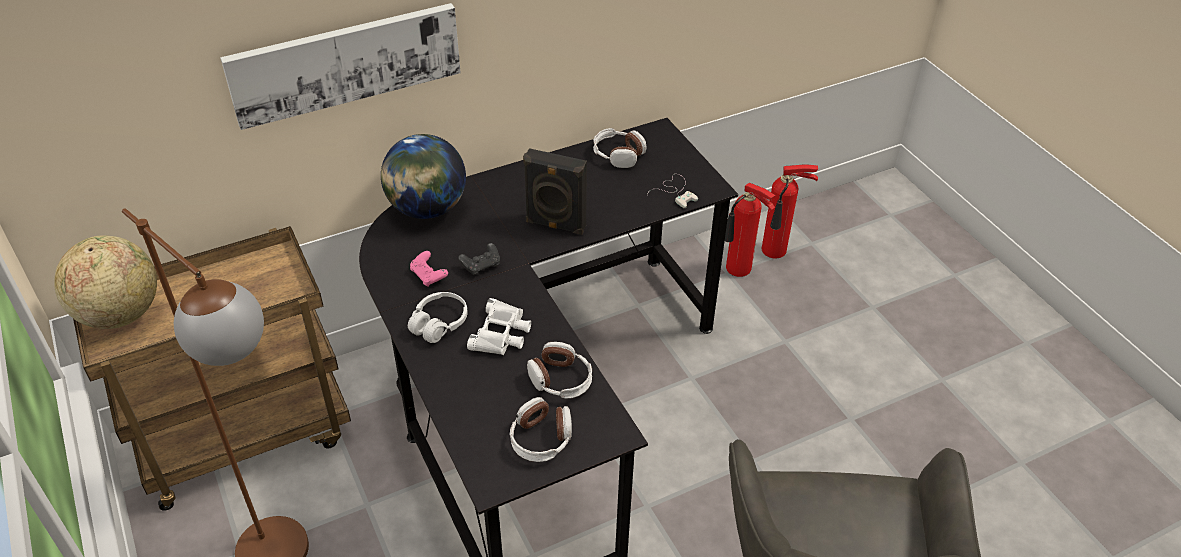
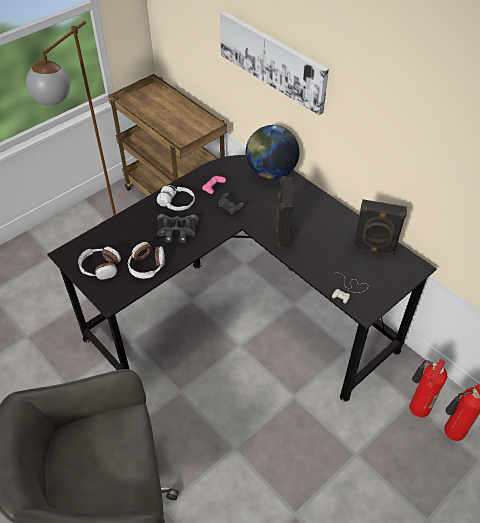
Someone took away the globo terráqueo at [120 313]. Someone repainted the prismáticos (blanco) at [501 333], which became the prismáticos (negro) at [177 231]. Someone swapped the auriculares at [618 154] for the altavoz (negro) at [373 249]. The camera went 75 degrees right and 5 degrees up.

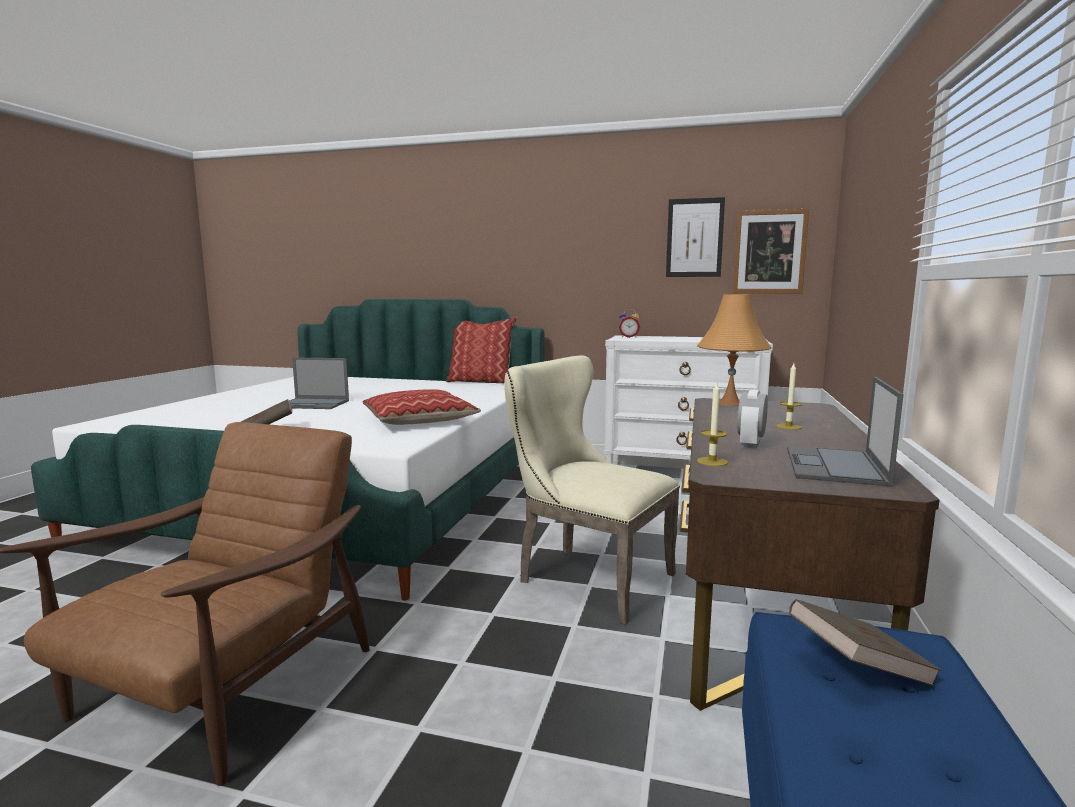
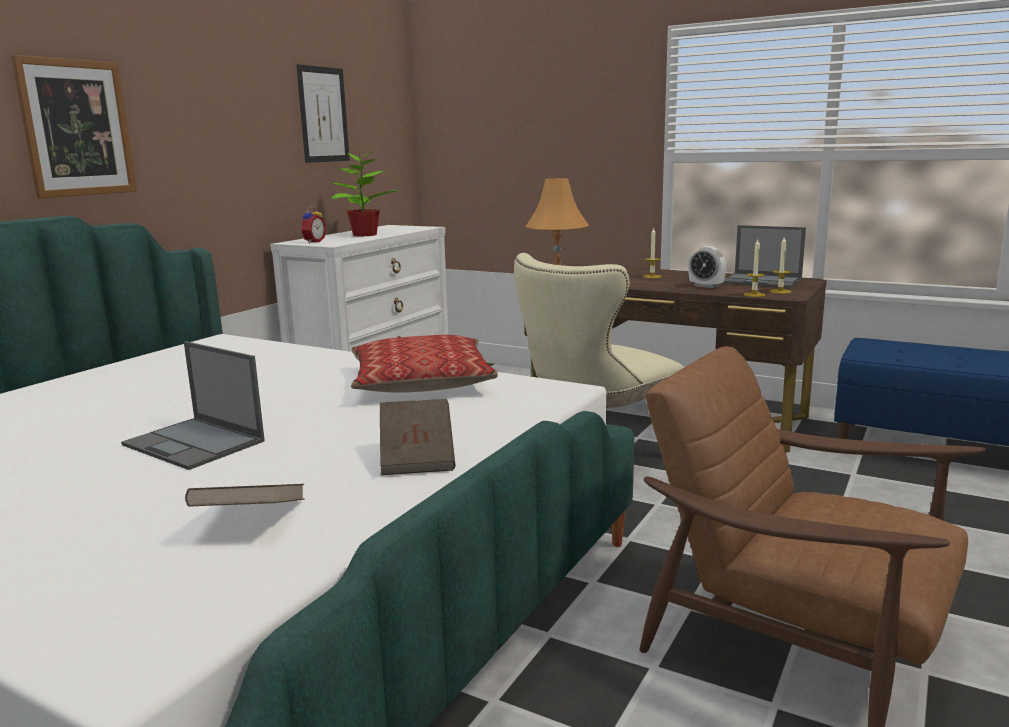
Someone rotated the portátil at [314 404] by 105 degrees clockwise. Someone took away the cojín at [481 381]. Someone carried the cuadro from [769 252] to [77 128]. Someone carried the libro (marrón) from [858 667] to [251 521]. Someone put down the planta en maceta at [364 235]. Someone put down the vela at [780 291]. The camera went 75 degrees left and 5 degrees up.

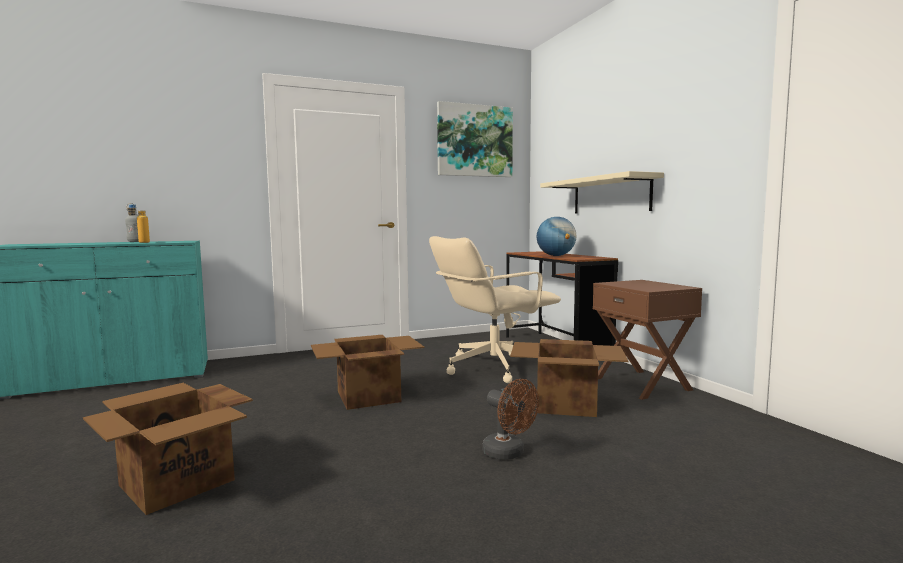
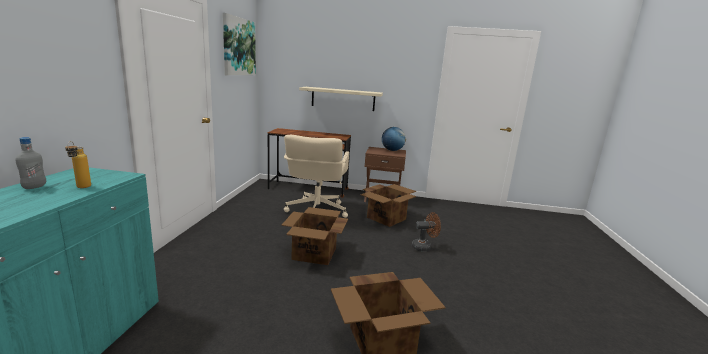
Someone carried the globo terráqueo from [556 256] to [392 150]. The camera went 60 degrees left and 10 degrees up.

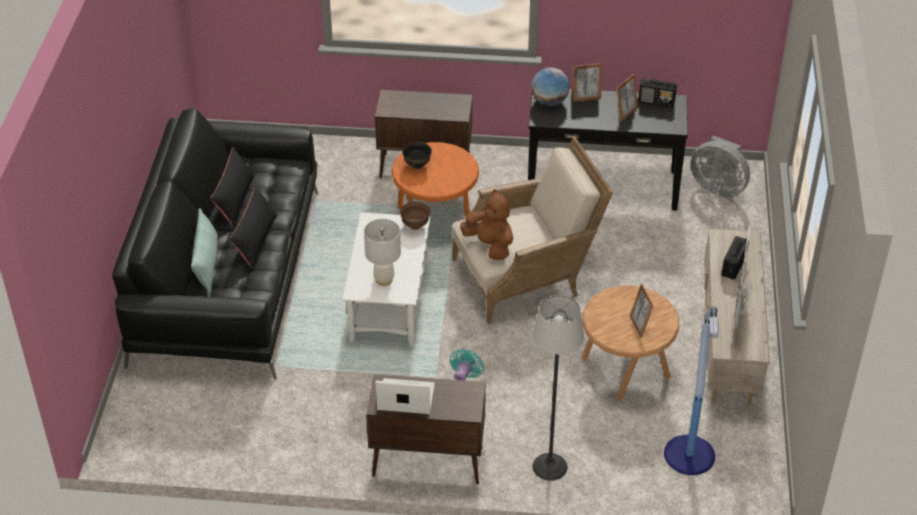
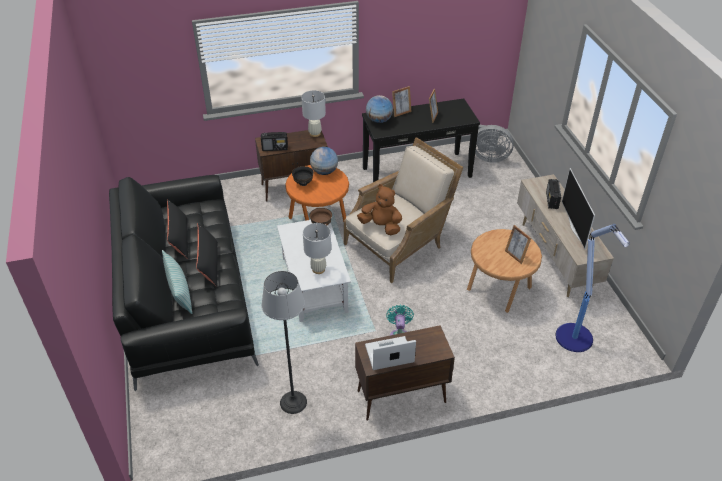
Someone carried the lámpara de pie from [549 466] to [293 402]. Someone carried the radio from [657 102] to [275 148]. Someone put down the lámpara de mesa (blanco) at [315 133]. Someone put down the globo terráqueo at [324 172]. The camera went 20 degrees left and 0 degrees up.

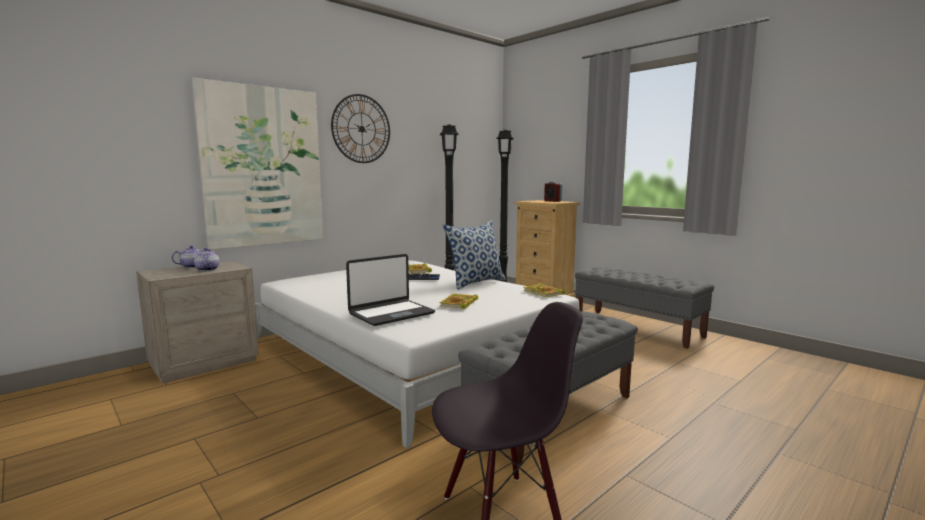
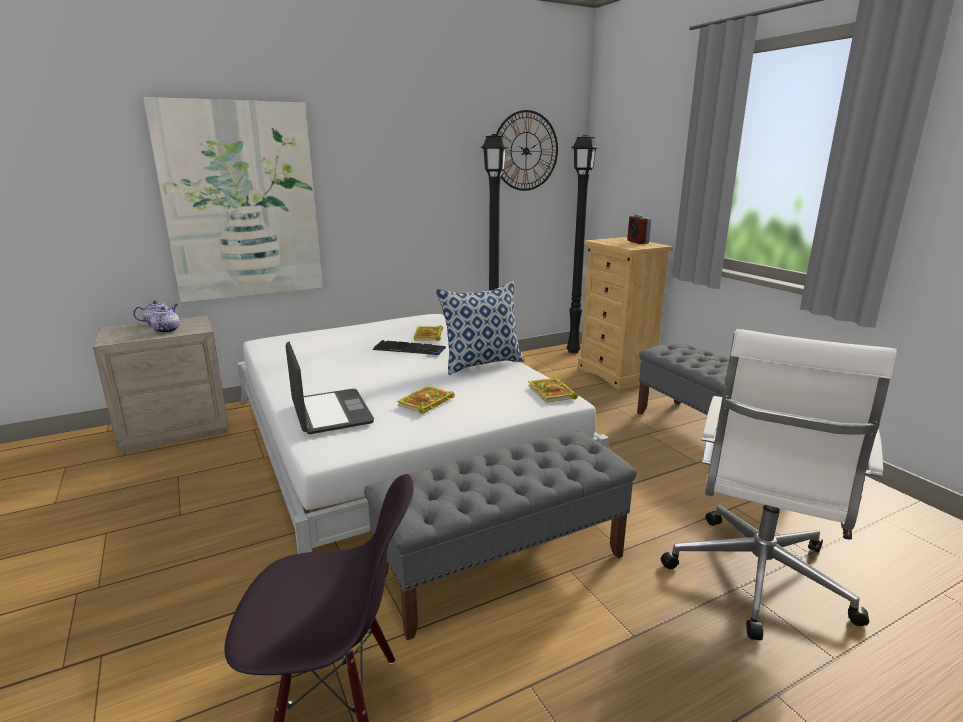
Someone carried the reloj de pared from [361 129] to [526 151]. Someone rotated the portátil at [391 313] by 90 degrees counterclockwise. Someone put down the silla de oficina (blanco) at [756 580]. The camera went 15 degrees right and 10 degrees up.

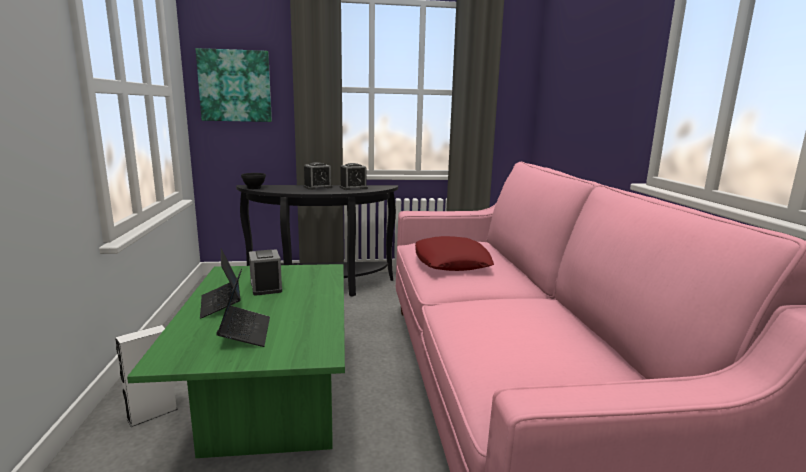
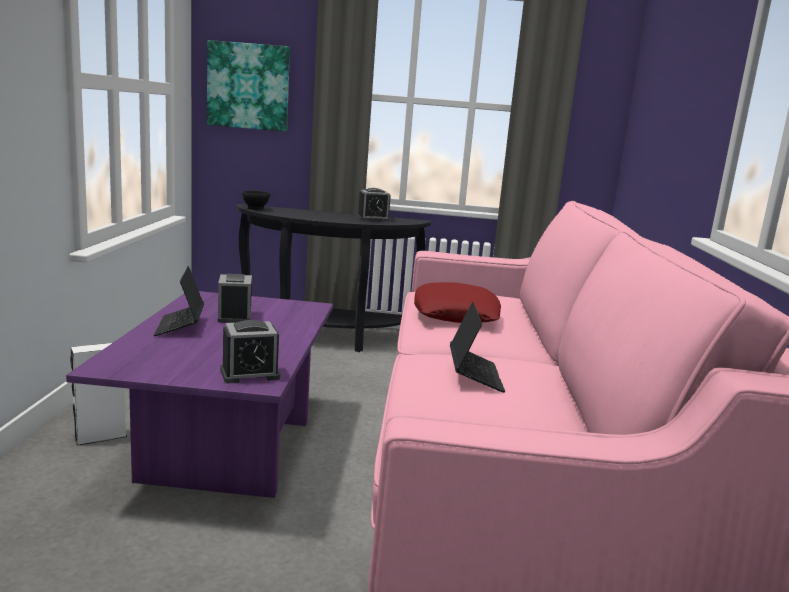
Someone repainted the mesa de centro (verde) at [270 405], which became the mesa de centro (morado) at [223 447]. Someone carried the portátil from [245 332] to [474 375]. Someone carried the despertador from [318 187] to [250 374]. The camera went 10 degrees right and 0 degrees up.

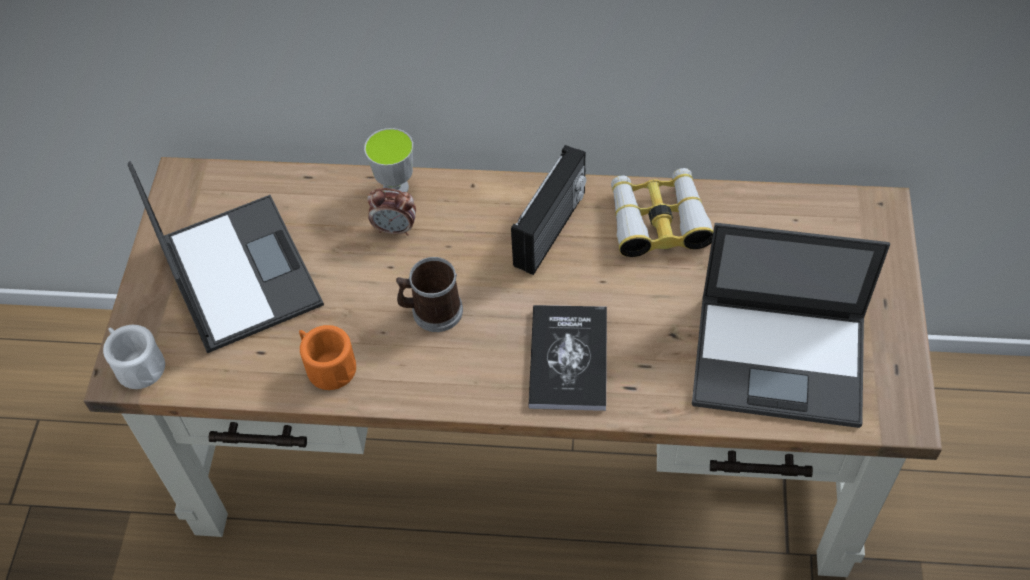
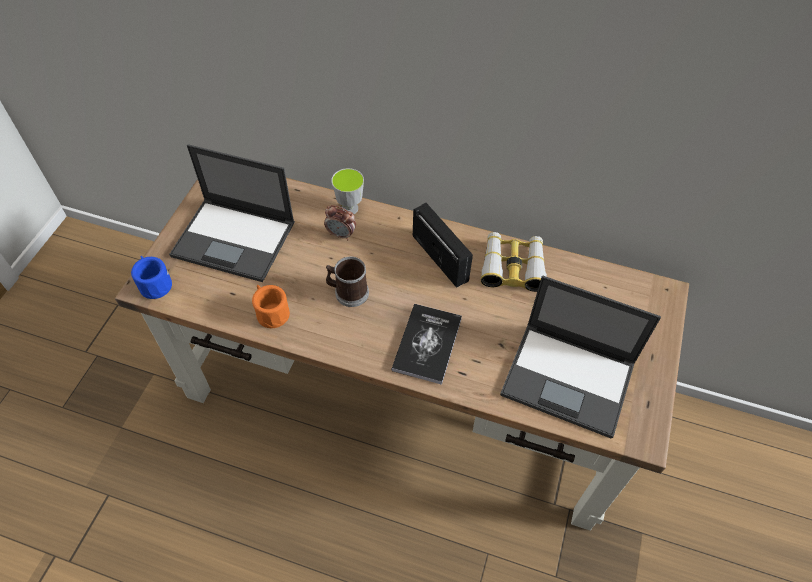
Someone repainted the taza grande (blanco) at [137 365], which became the taza grande (azul) at [154 283]. Someone rotated the portátil at [239 272] by 120 degrees clockwise. Someone rotated the radio at [552 230] by 75 degrees counterclockwise. The camera went 10 degrees right and 0 degrees up.

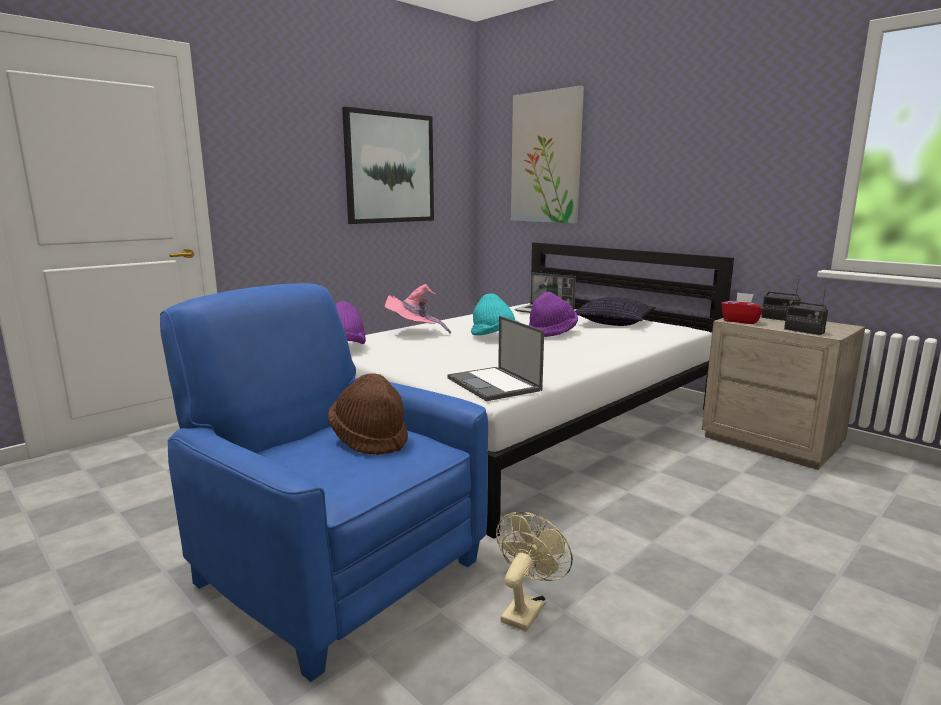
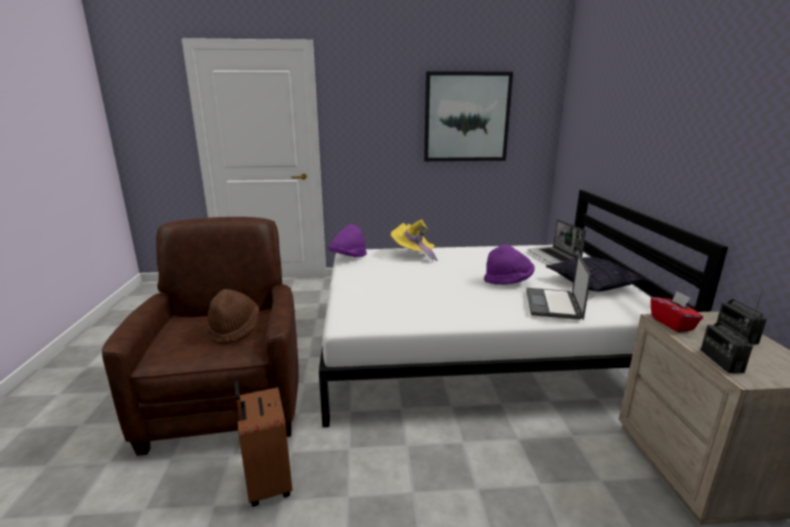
Someone repainted the sillón (azul) at [335 570], which became the sillón (marrón) at [227 401]. Someone repainted the sombrero (rosa) at [414 333], which became the sombrero (amarillo) at [413 255]. Someone carried the portátil from [494 384] to [553 304]. Someone took away the sombrero (turquesa) at [494 337]. Someone swapped the ventilador (beis) at [526 608] for the maleta (marrón) at [267 484]. Someone took away the cuadro at [546 158]. The camera went 40 degrees right and 5 degrees up.

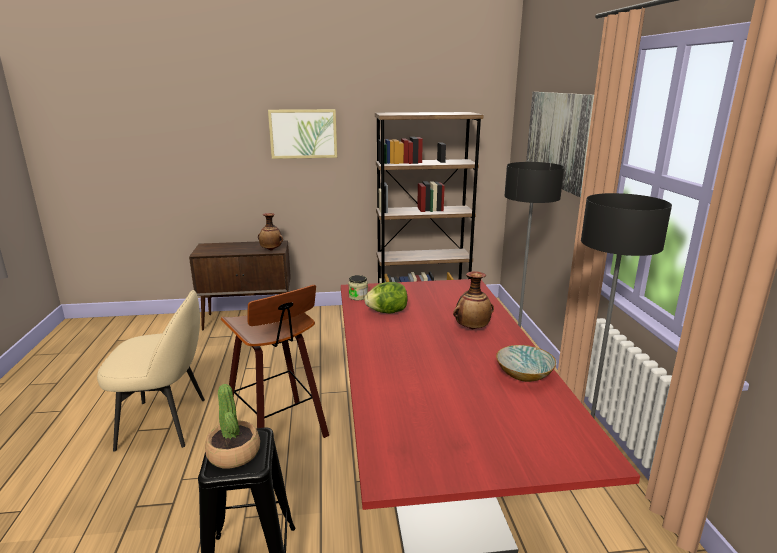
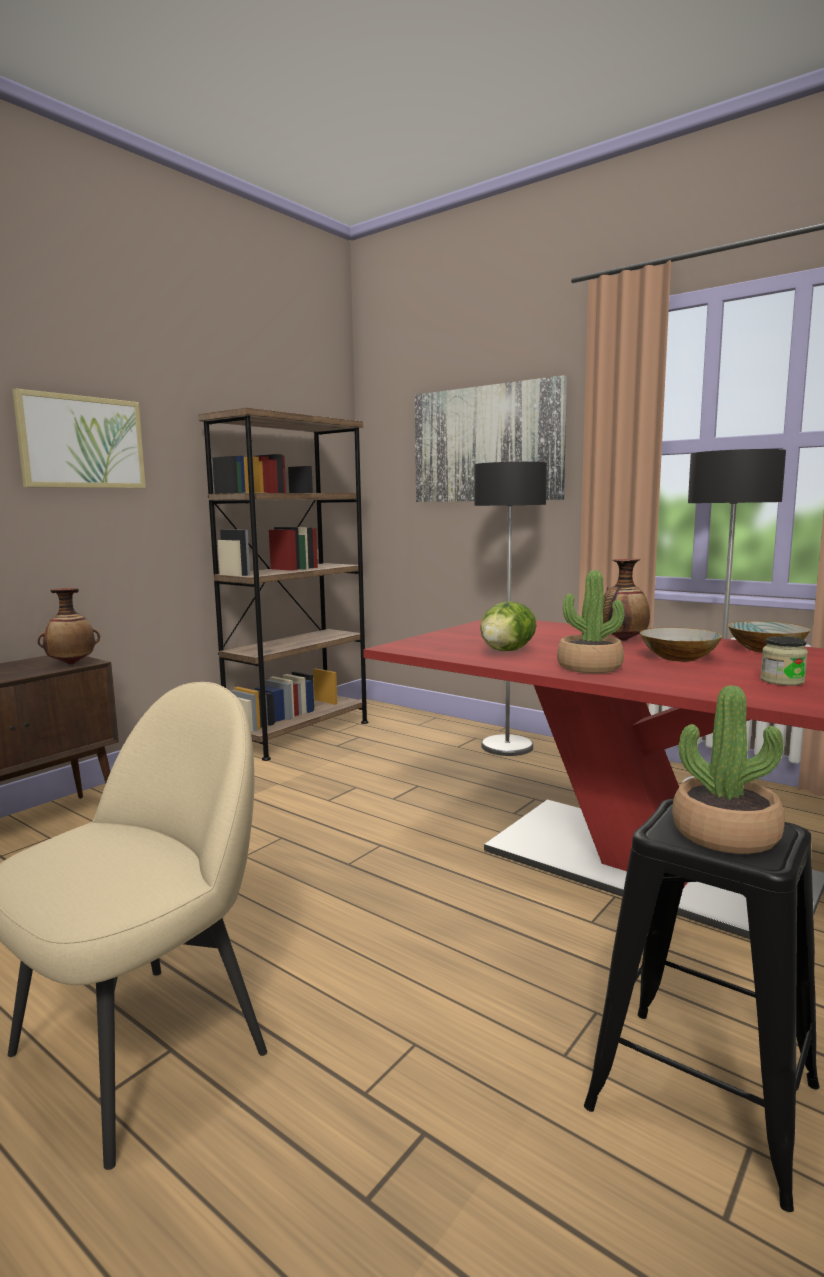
Someone took away the taburete at [280 434]. Someone carried the tarro from [358 297] to [782 681]. Someone put down the planta en maceta at [589 667]. Someone put down the cuenco at [678 658]. The camera went 45 degrees left and 10 degrees down.

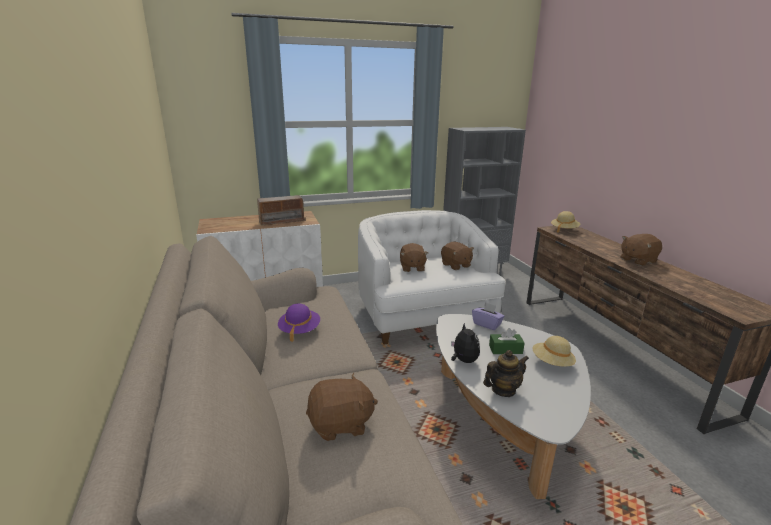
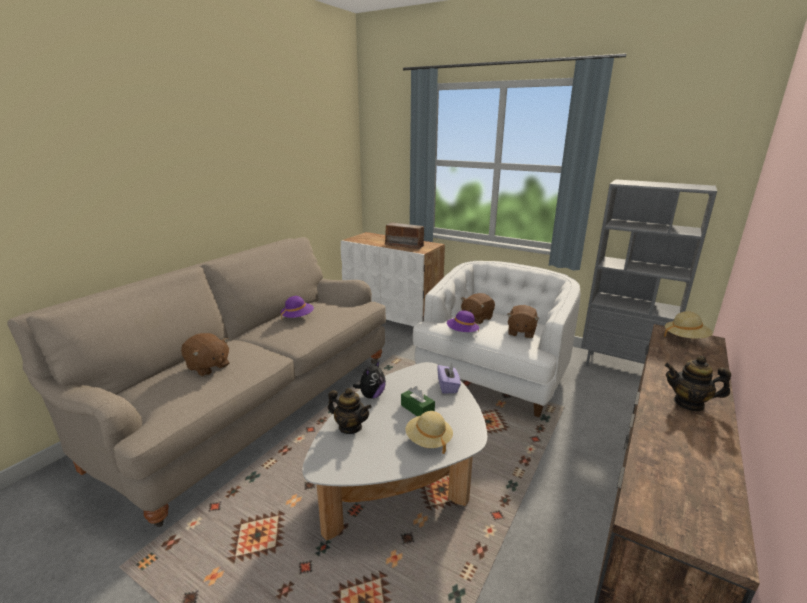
Someone swapped the peluche (marrón) at [637 260] for the tetera at [689 403]. Someone put down the sombrero (morado) at [462 332]. The camera went 50 degrees right and 0 degrees up.

